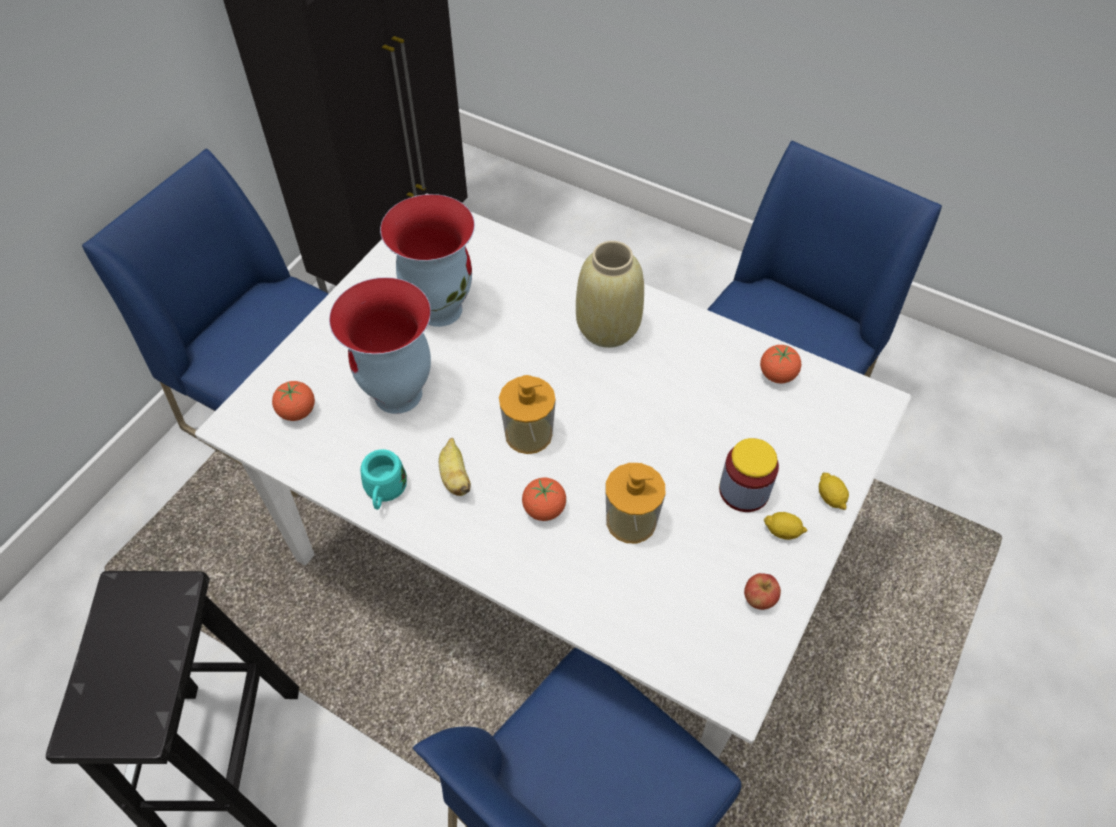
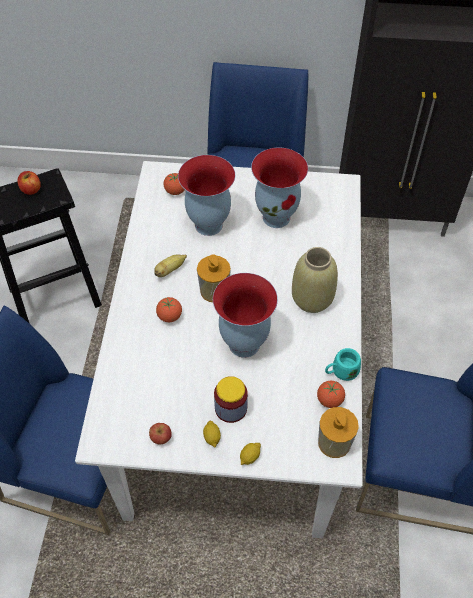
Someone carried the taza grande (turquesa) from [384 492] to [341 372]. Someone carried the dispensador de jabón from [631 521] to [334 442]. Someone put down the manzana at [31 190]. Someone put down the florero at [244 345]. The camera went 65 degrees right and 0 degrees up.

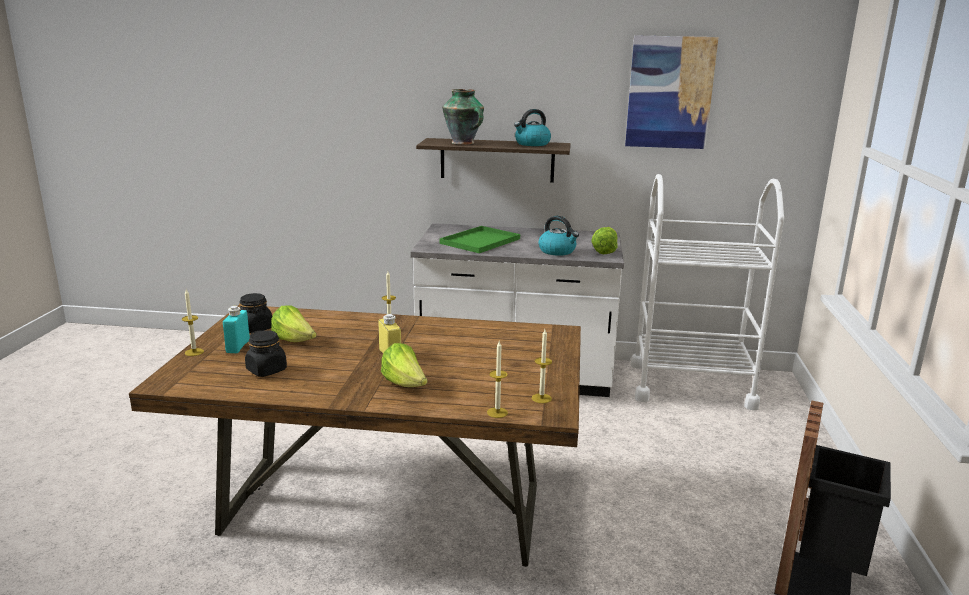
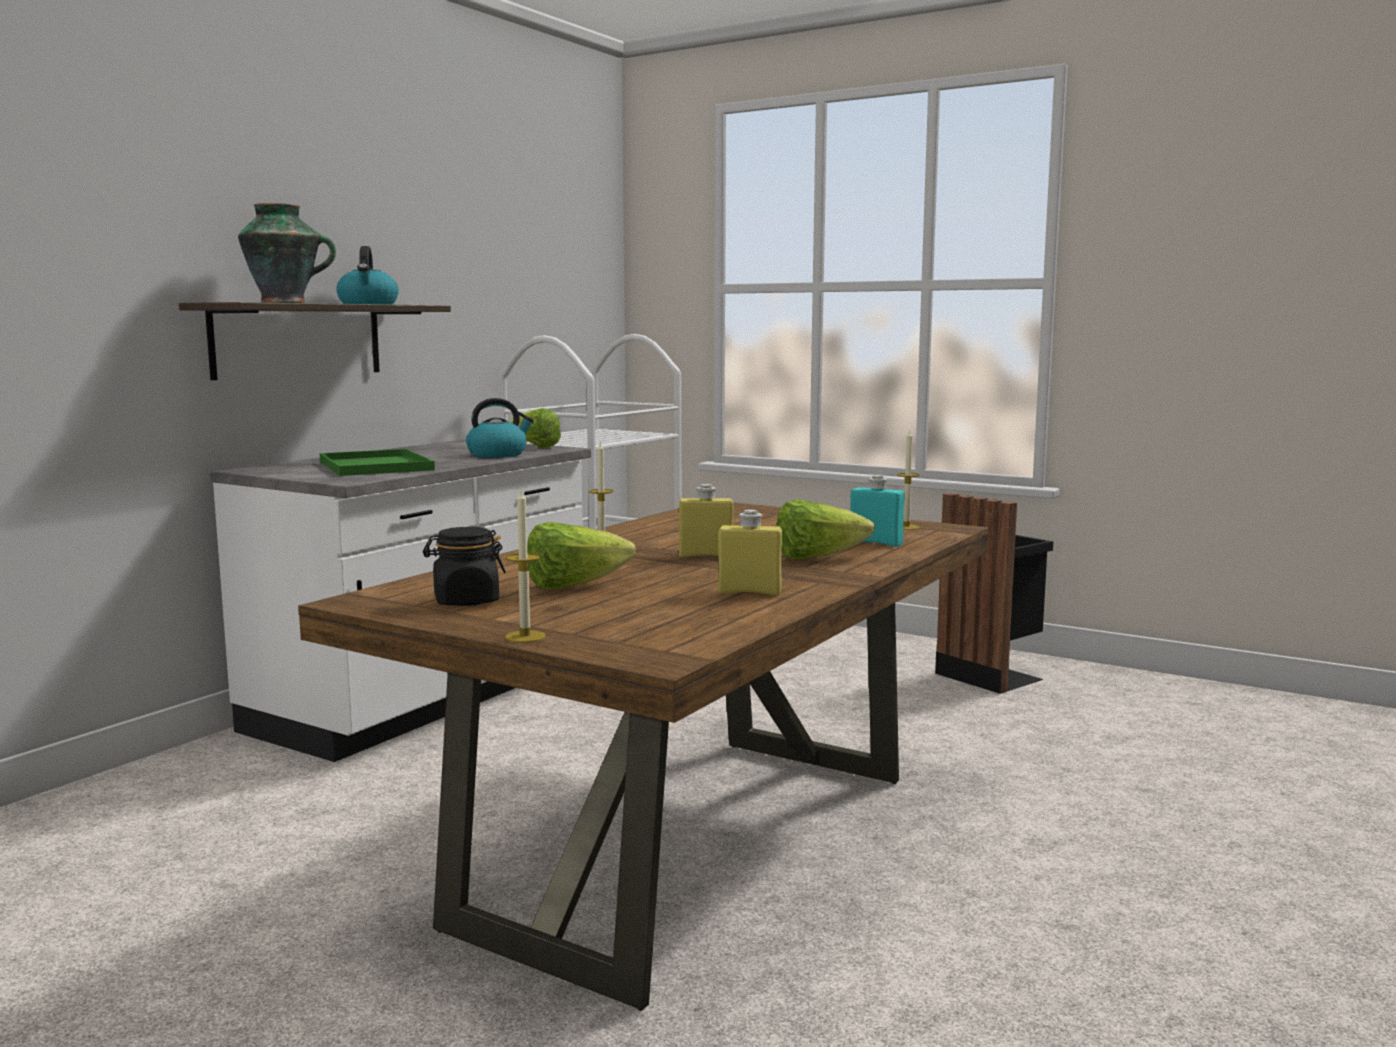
Someone carried the botella (turquesa) from [238 346] to [876 543]. Someone took away the tarro (negro) at [267 370]. Someone took away the vela at [497 412]. Someone took away the cuadro at [670 92]. Someone put down the botella (amarillo) at [749 592]. The camera went 65 degrees left and 10 degrees down.

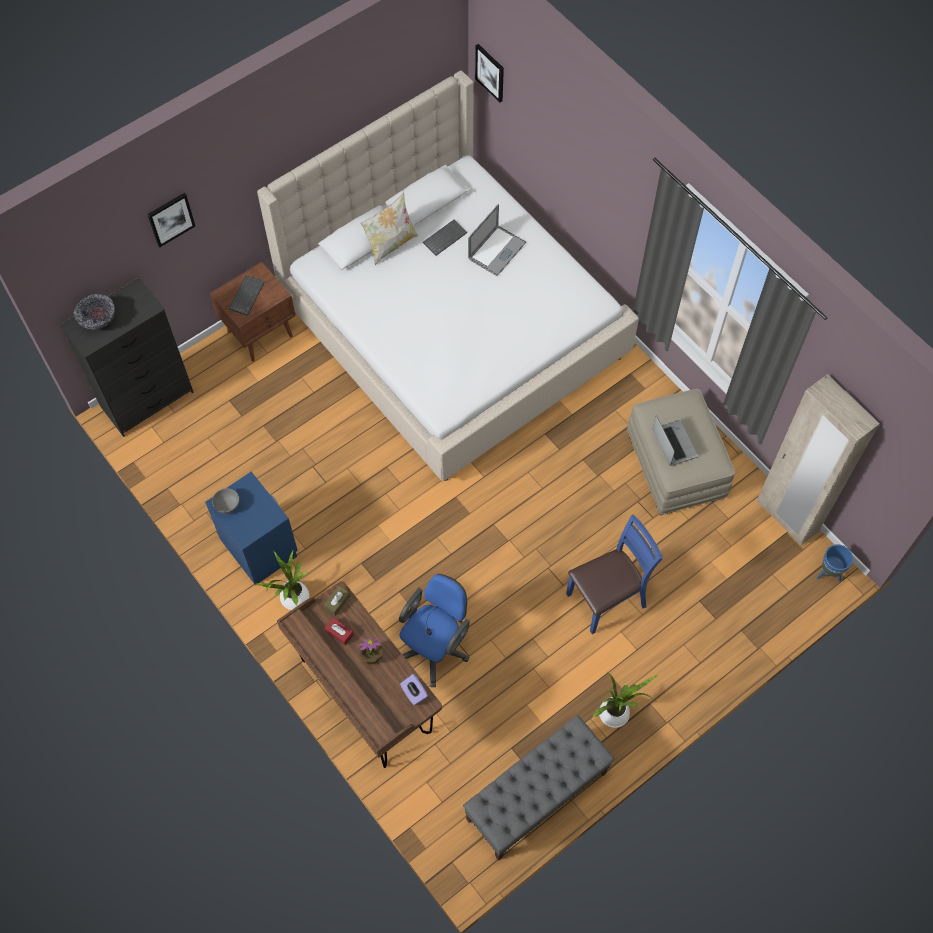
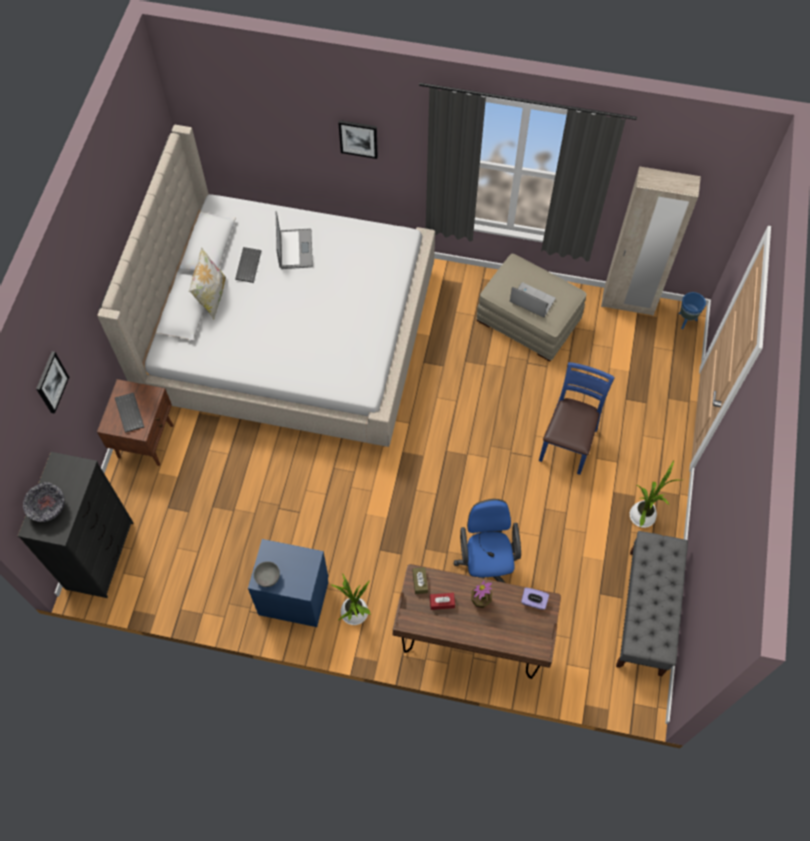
Someone carried the cuadro from [490 72] to [358 138]. The camera went 40 degrees left and 0 degrees up.

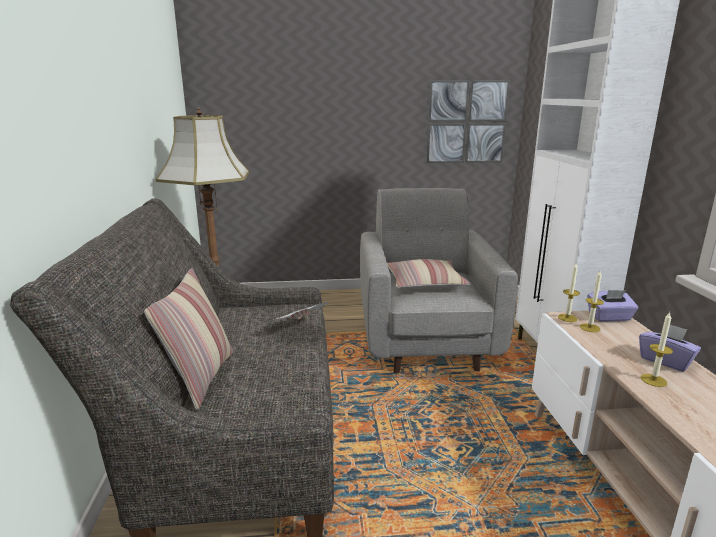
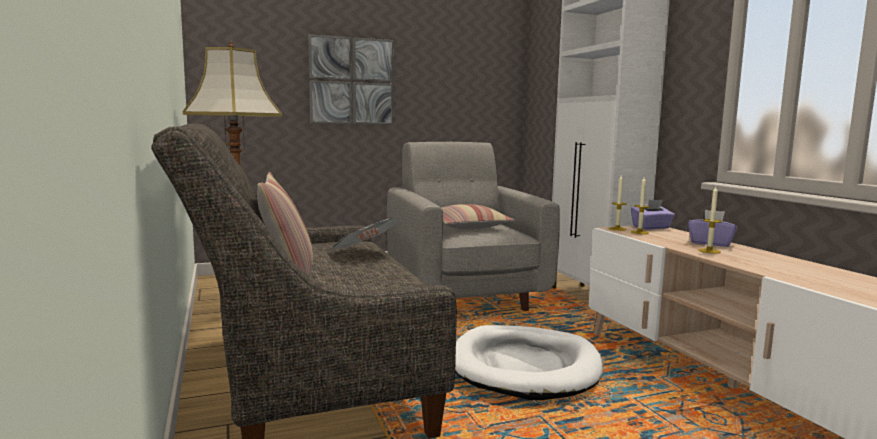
Someone carried the cuadro from [466 122] to [351 81]. Someone put down the cama para perro (blanco) at [525 367]. The camera went 15 degrees left and 10 degrees down.

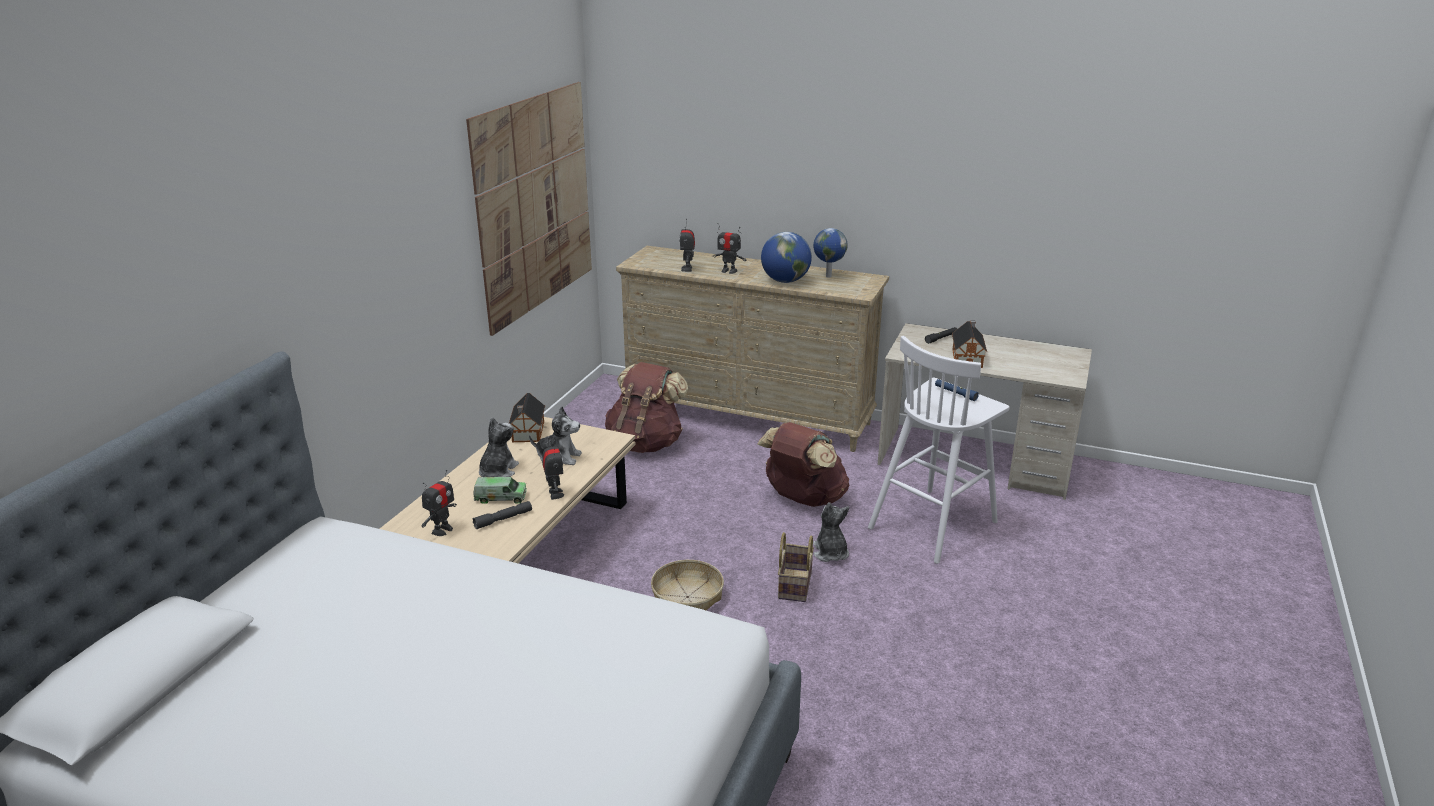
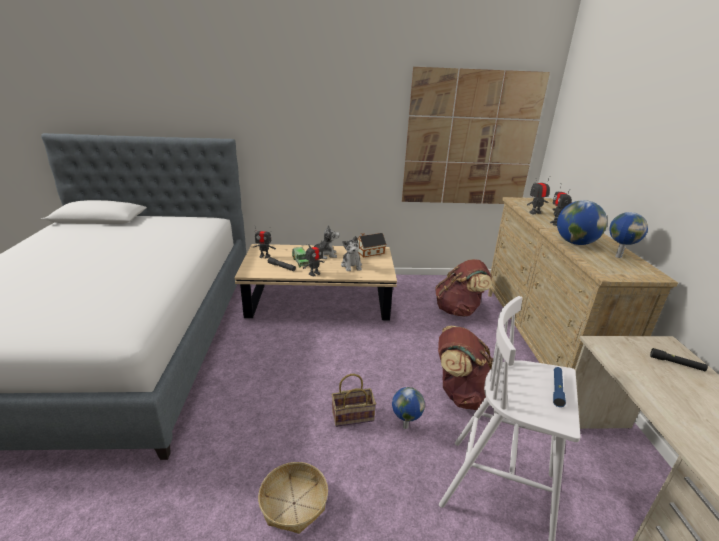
Someone carried the cesta from [687 597] to [294 503]. Someone swapped the peluche at [830 553] for the globo terráqueo at [404 426]. Someone took away the casita at [967 358]. The camera went 65 degrees right and 0 degrees up.

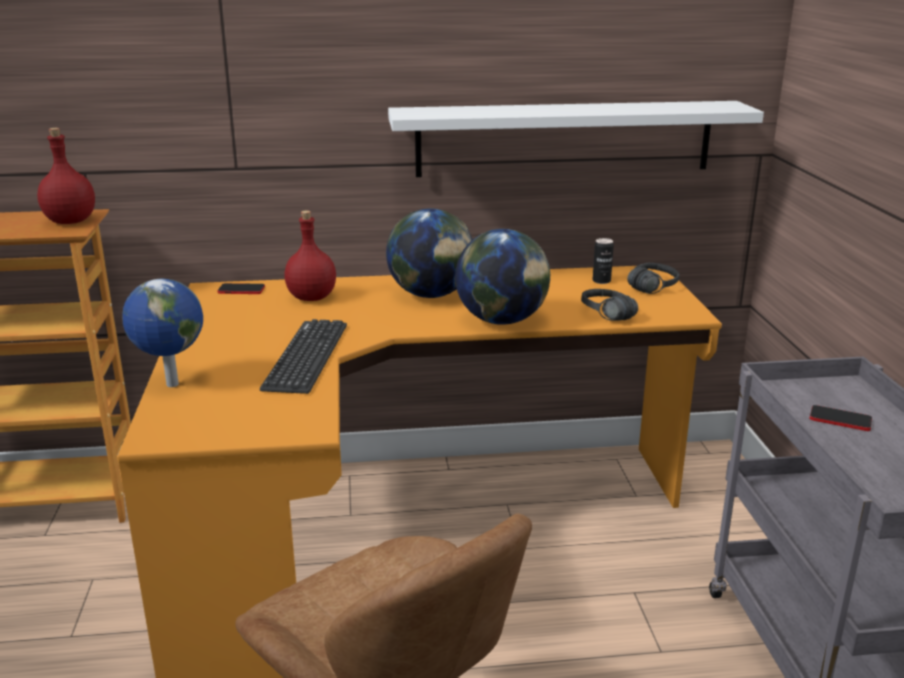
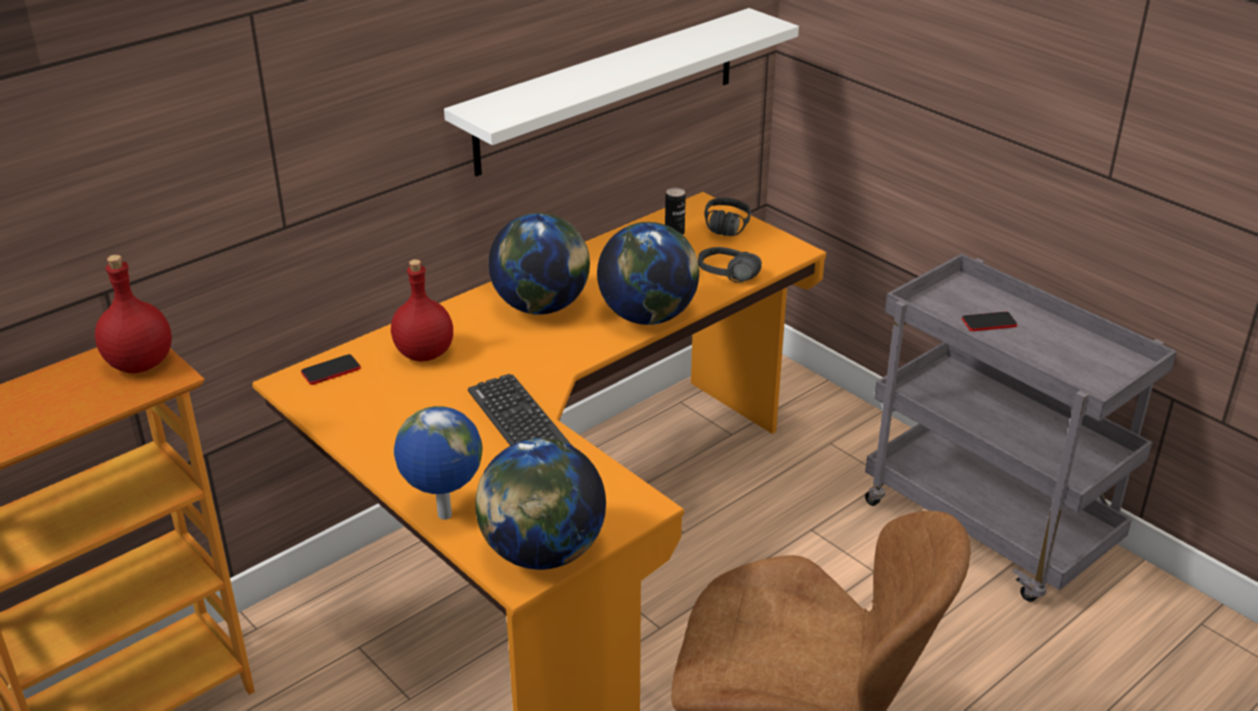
Someone put down the globo terráqueo at [542 553]. The camera went 35 degrees left and 10 degrees up.

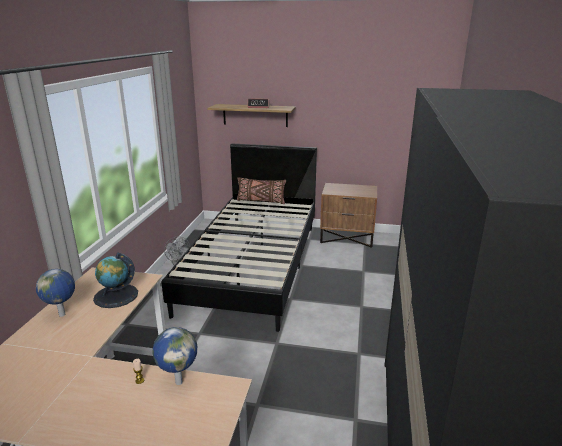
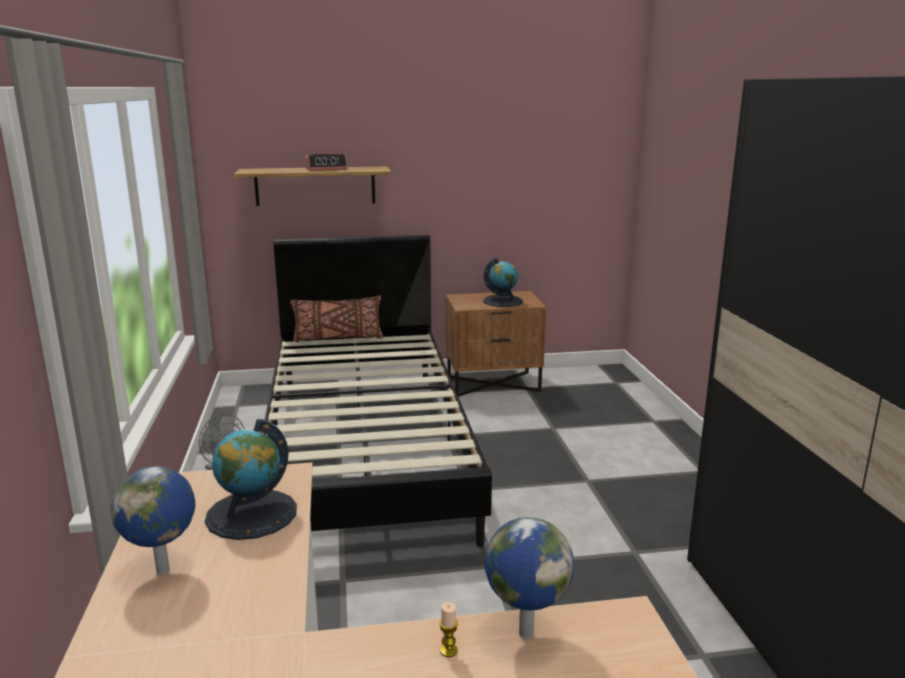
Someone put down the globo terráqueo at [503 301]. The camera went 20 degrees left and 5 degrees down.

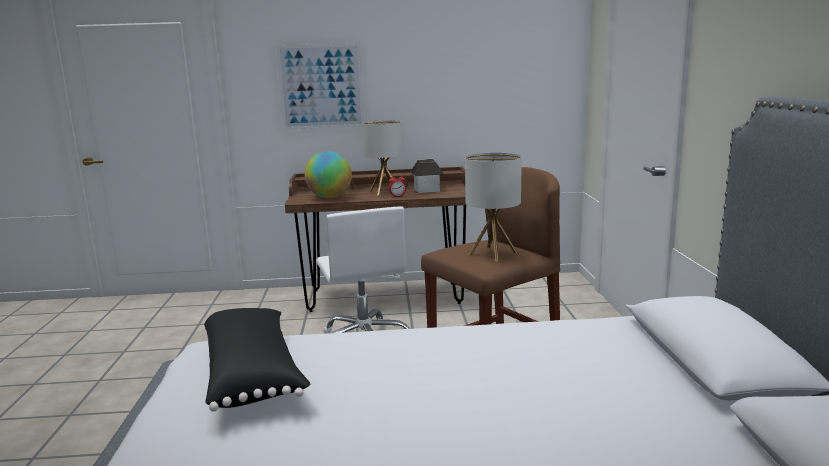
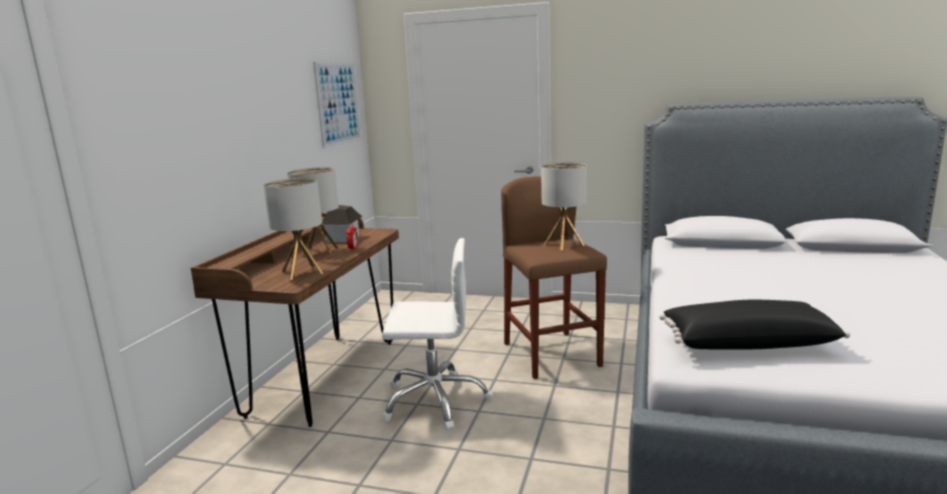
Someone carried the cuadro from [321 86] to [338 103]. Someone swapped the globo terráqueo at [329 197] for the lámpara de mesa at [301 272]. The camera went 70 degrees left and 0 degrees up.

